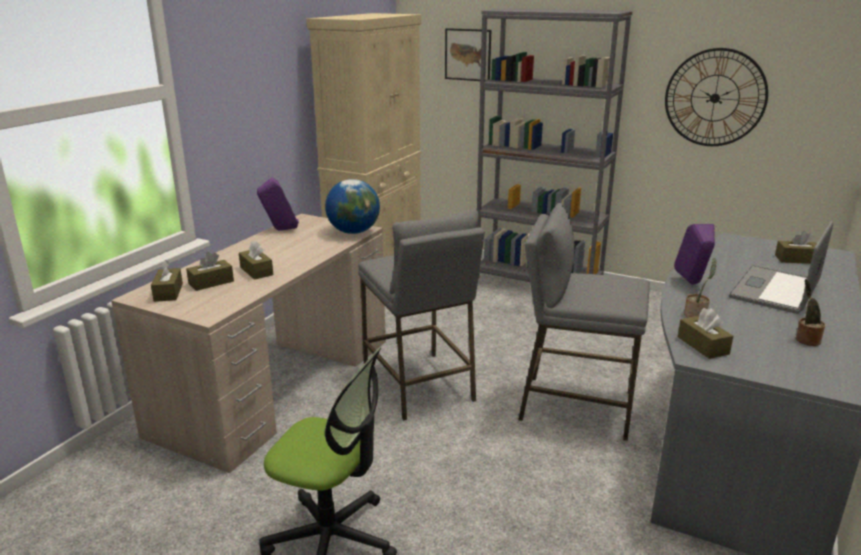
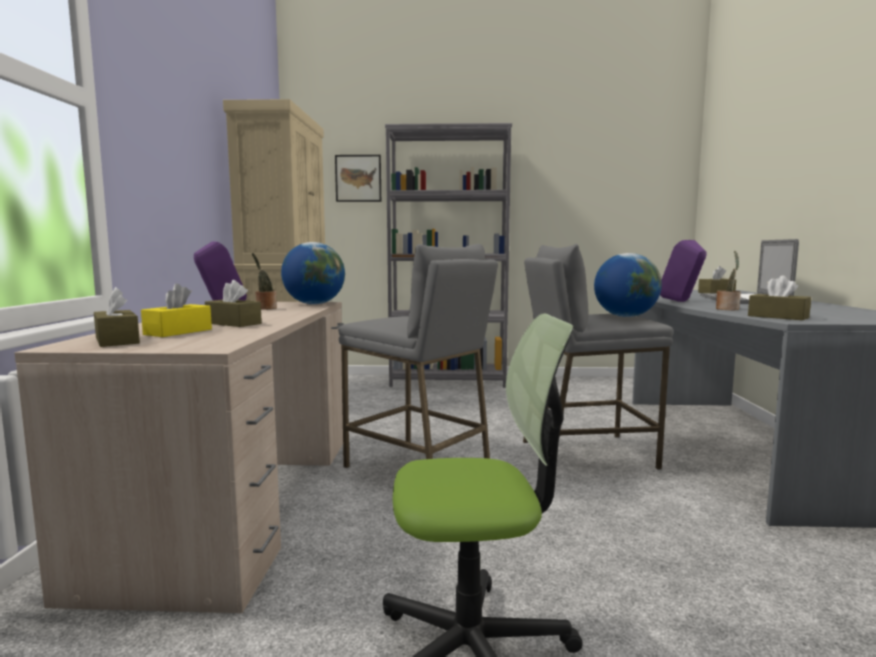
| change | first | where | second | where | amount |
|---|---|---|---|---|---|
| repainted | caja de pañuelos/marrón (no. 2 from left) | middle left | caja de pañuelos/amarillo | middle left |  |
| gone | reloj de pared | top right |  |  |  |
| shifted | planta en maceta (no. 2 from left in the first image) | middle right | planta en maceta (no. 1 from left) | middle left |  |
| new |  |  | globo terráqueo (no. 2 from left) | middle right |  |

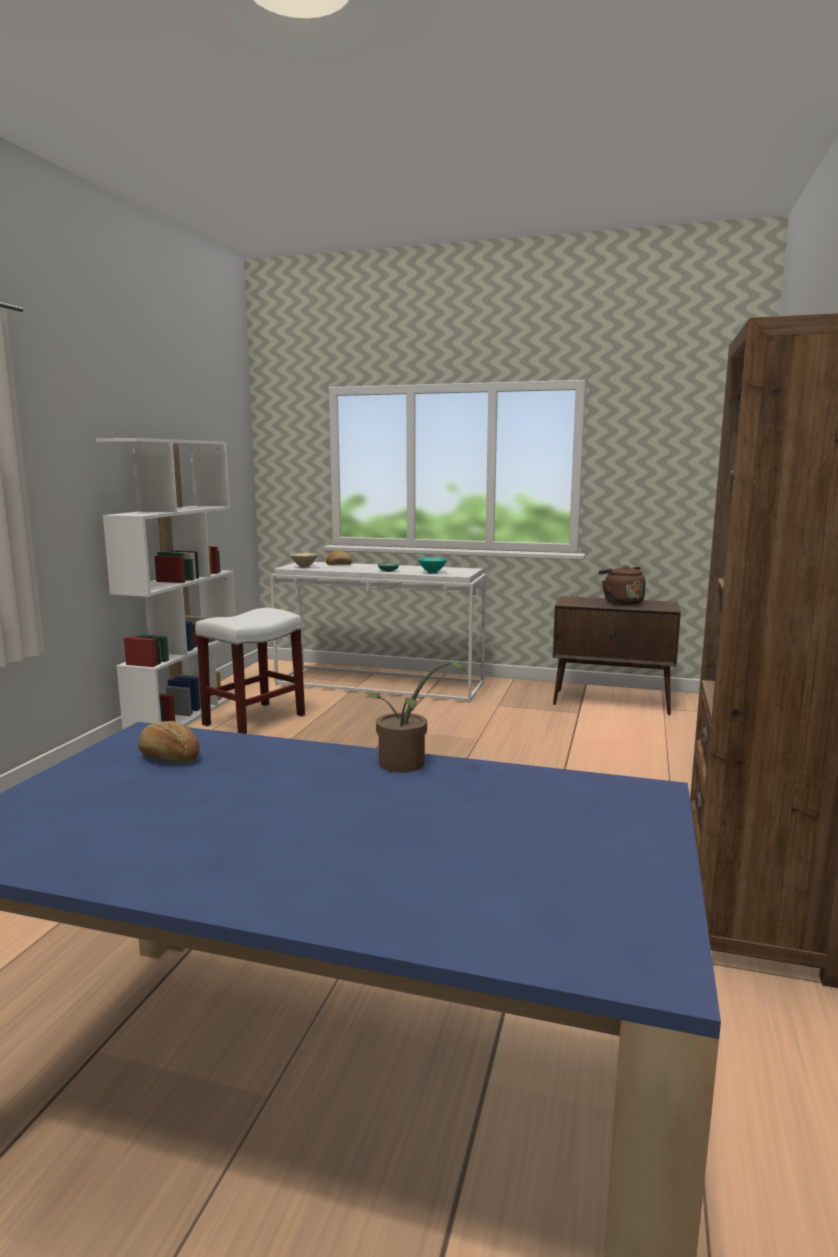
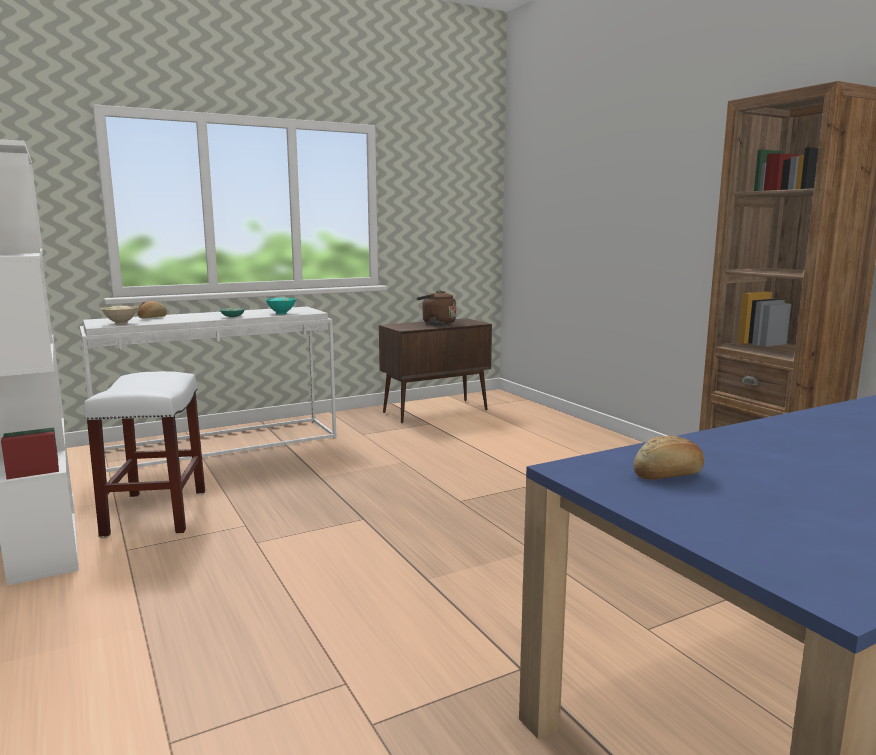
| change | first | where | second | where | amount |
|---|---|---|---|---|---|
| gone | planta en maceta | centre |  |  |  |

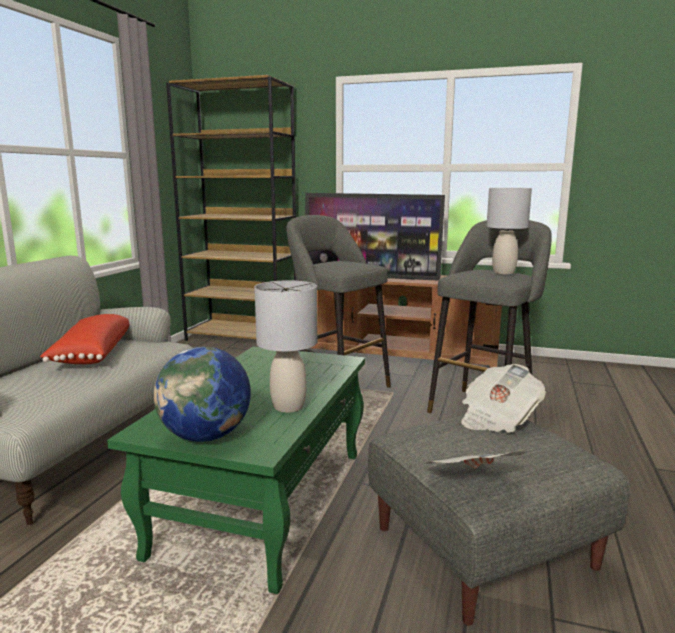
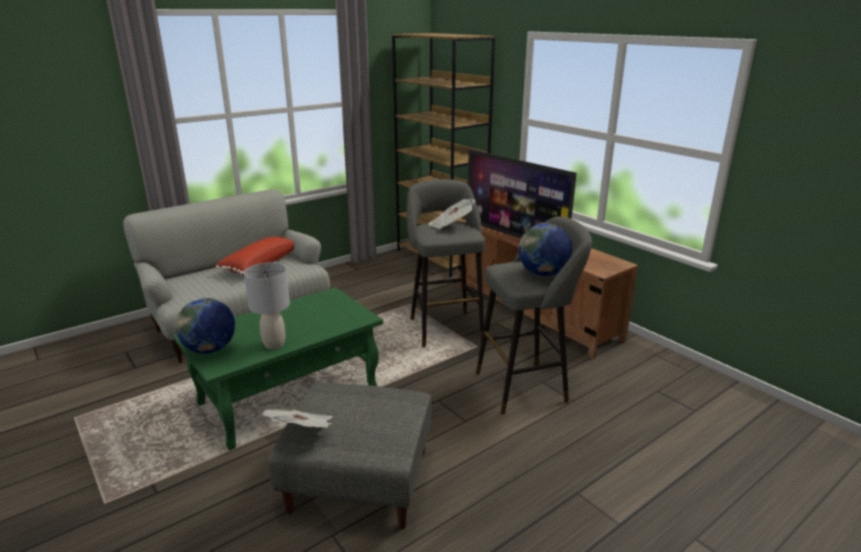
| change | first | where | second | where | amount |
|---|---|---|---|---|---|
| shifted | periódico (no. 2 from left) | middle right |  | centre |  |
| swapped | lámpara de mesa/gris (no. 2 from left) | middle right | globo terráqueo (no. 2 from left) | centre |  |

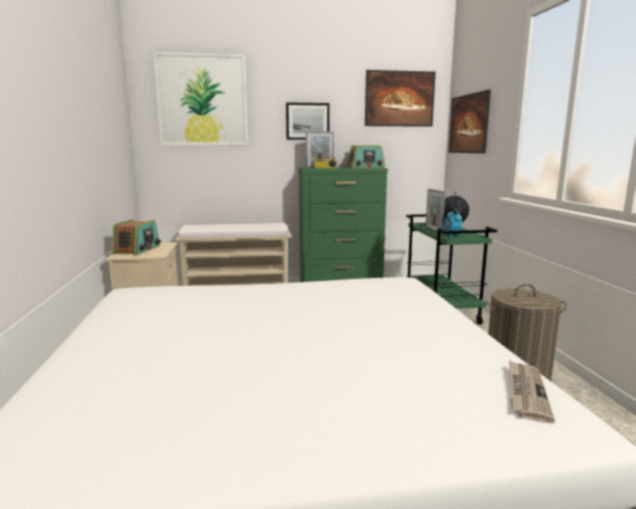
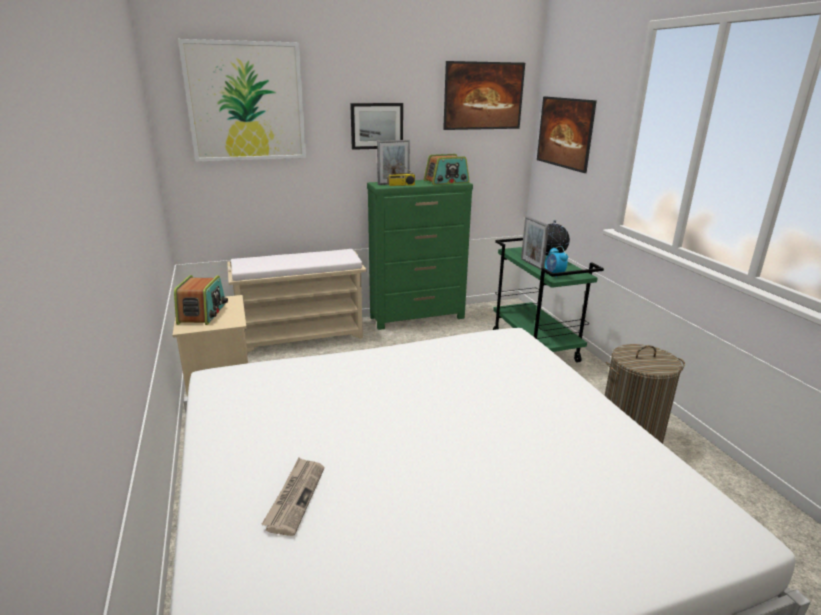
| change | first | where | second | where | amount |
|---|---|---|---|---|---|
| shifted | periódico | bottom right |  | bottom centre |  |

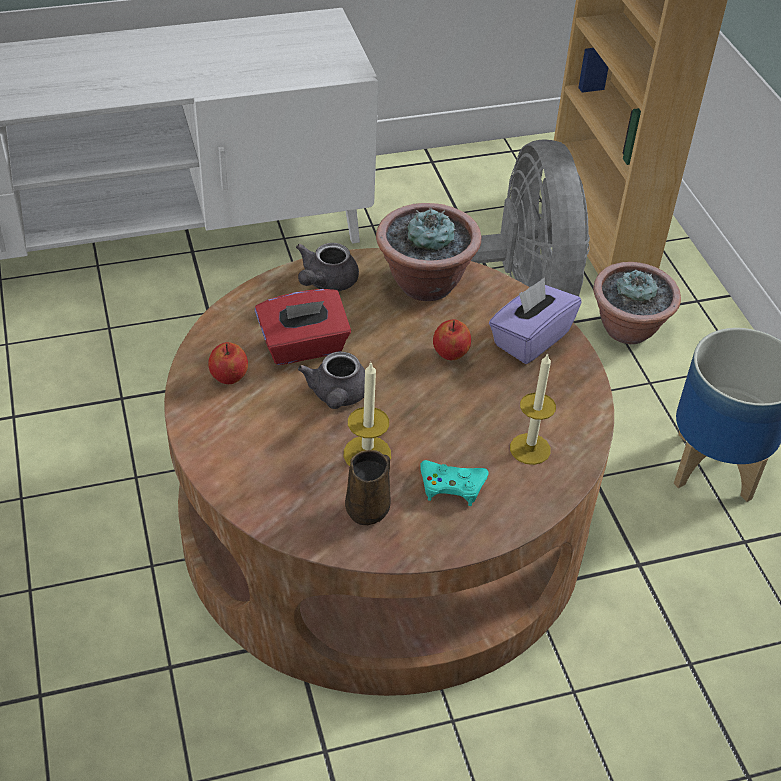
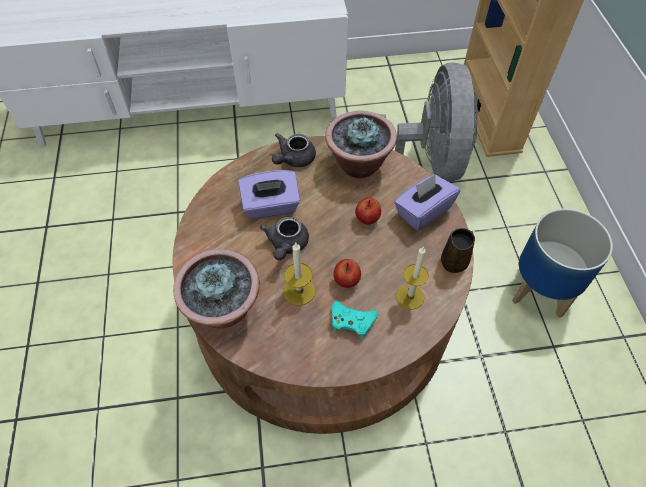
| change | first | where | second | where | amount |
|---|---|---|---|---|---|
| shifted | manzana (no. 1 from left) | middle left |  | centre |  |
| repainted | caja de pañuelos/rojo | centre | caja de pañuelos/morado (no. 1 from left) | centre |  |
| shifted | taza grande/marrón | centre |  | middle right |  |
| shifted | planta en maceta (no. 2 from left in the first image) | middle right | planta en maceta (no. 1 from left) | centre |  |

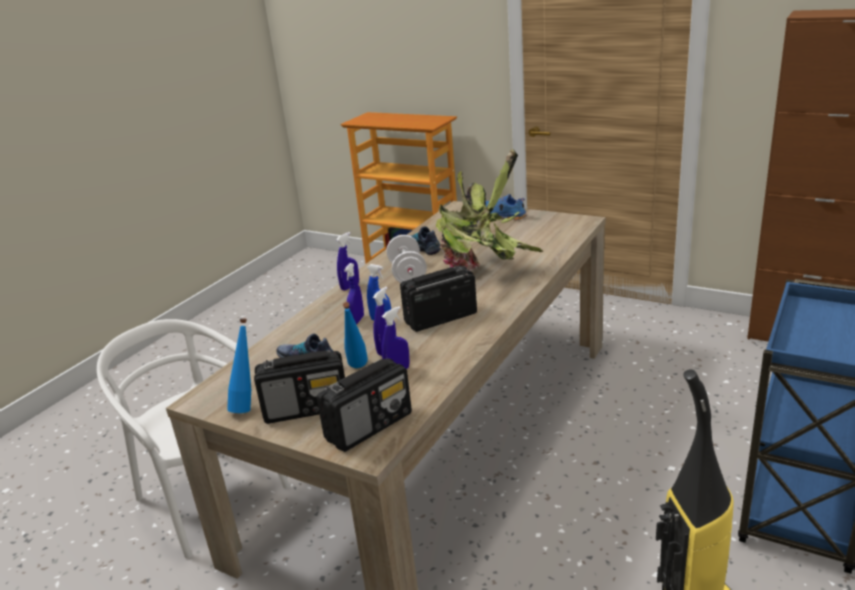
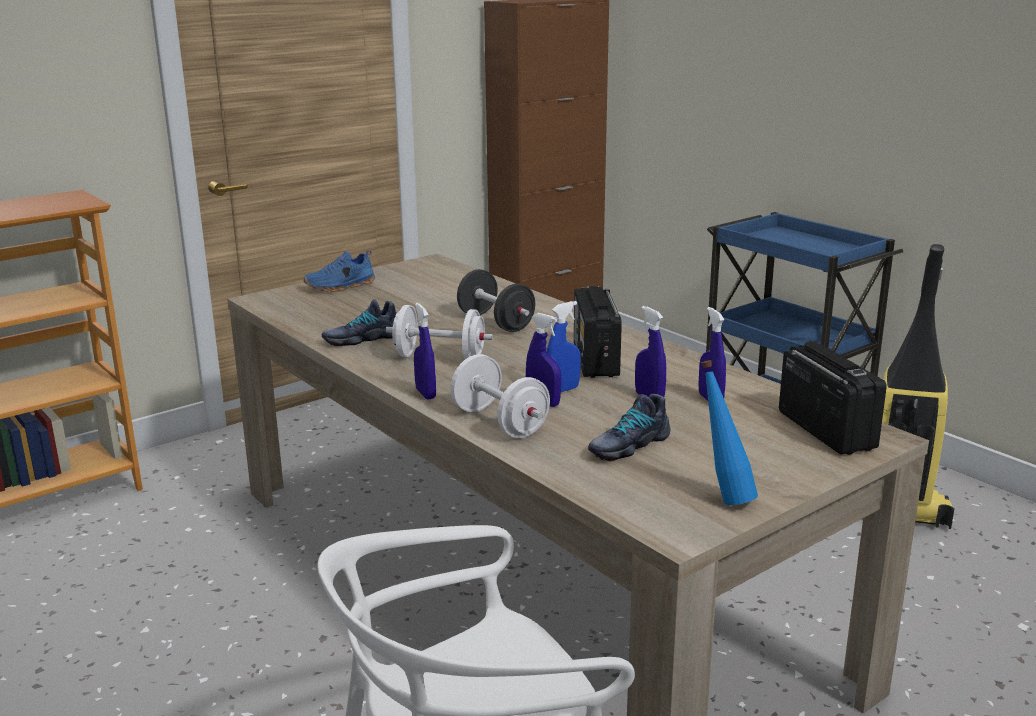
| change | first | where | second | where | amount |
|---|---|---|---|---|---|
| gone | radio (no. 1 from left) | centre |  |  |  |
| gone | botella/azul (no. 2 from left) | centre |  |  |  |
| swapped | planta en maceta | centre | mancuerna/negro | centre |  |
| new |  |  | mancuerna/blanco (no. 2 from left) | centre |  |

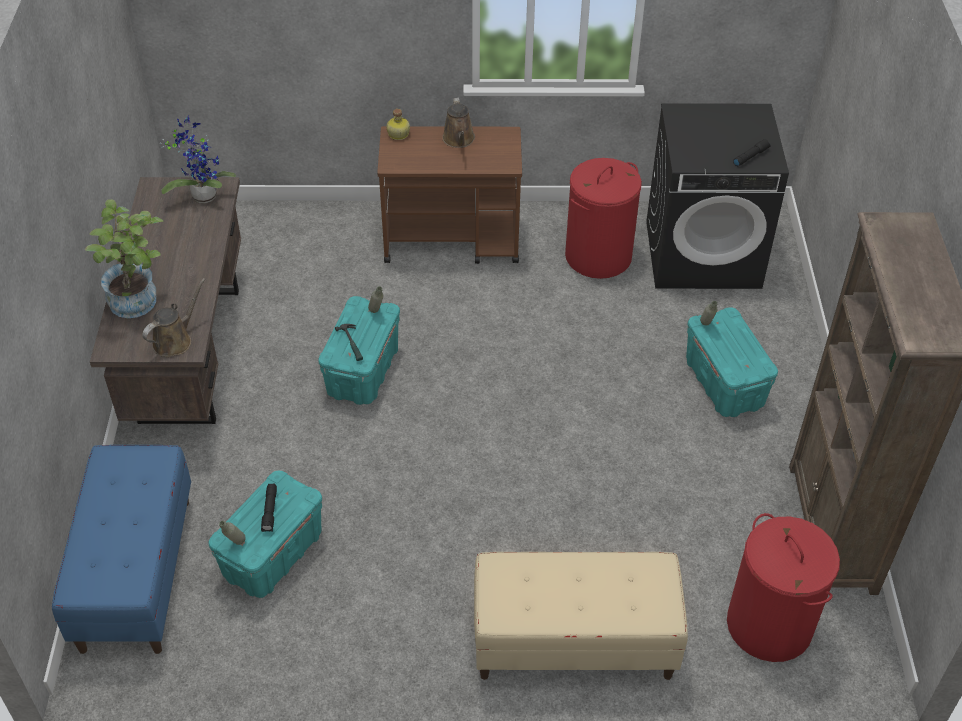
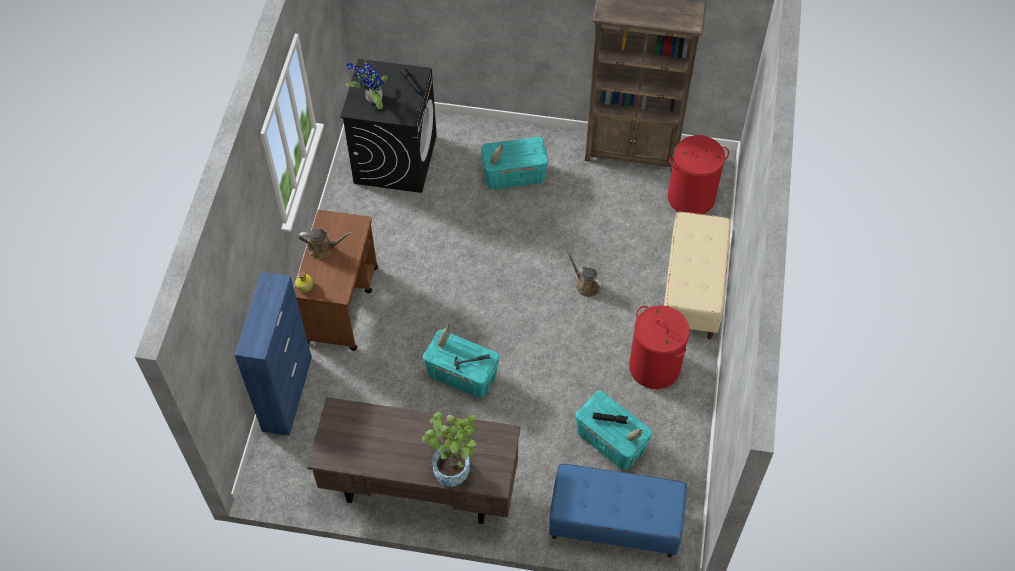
| change | first | where | second | where | amount |
|---|---|---|---|---|---|
| shifted | regadera/marrón (no. 1 from left in the first image) | middle left | regadera/marrón (no. 2 from left) | centre |  |
| shifted | planta en maceta (no. 2 from left in the first image) | top left | planta en maceta (no. 1 from left) | top centre |  |
| shifted | cesto de la ropa/rojo (no. 1 from left) | top centre |  | centre |  |
| new |  |  | armario/azul | middle left |  |

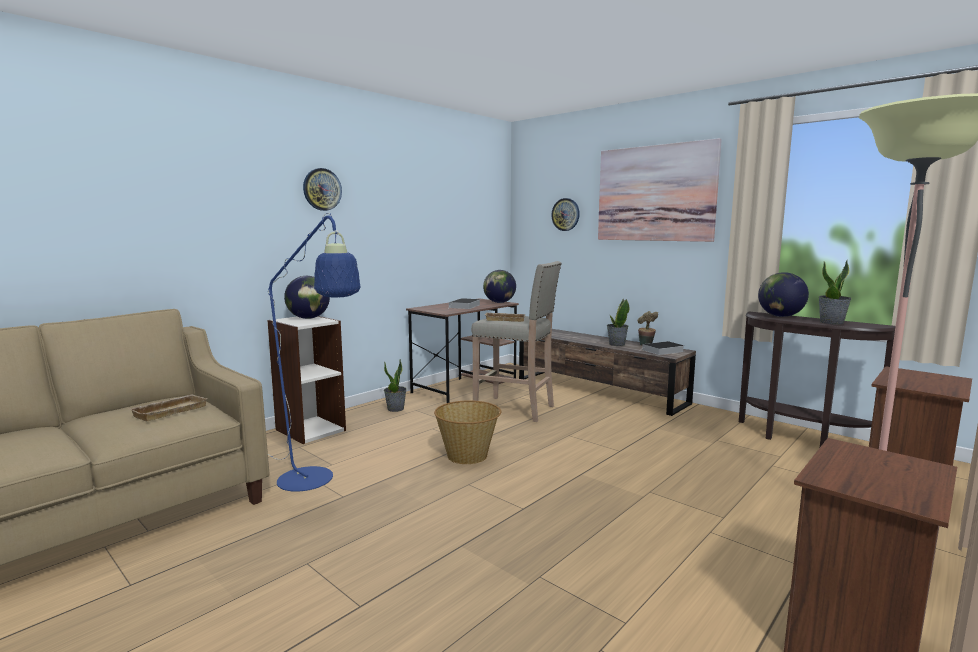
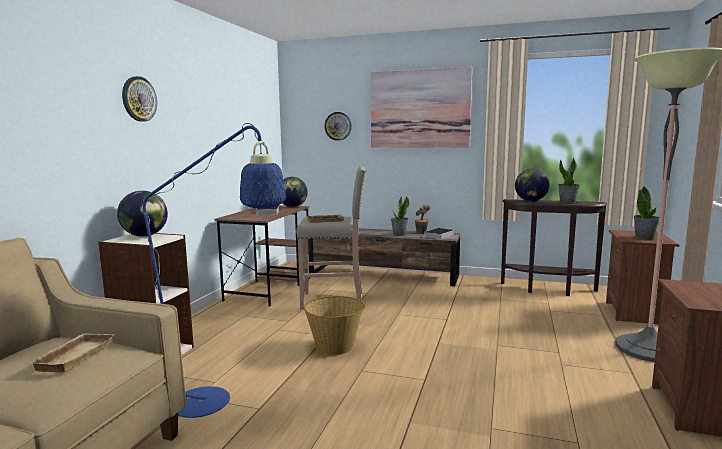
| change | first | where | second | where | amount |
|---|---|---|---|---|---|
| shifted | planta en maceta (no. 1 from left in the first image) | centre | planta en maceta (no. 4 from left) | middle right |  |

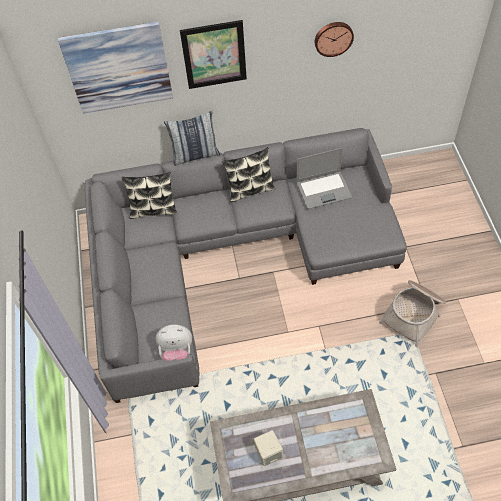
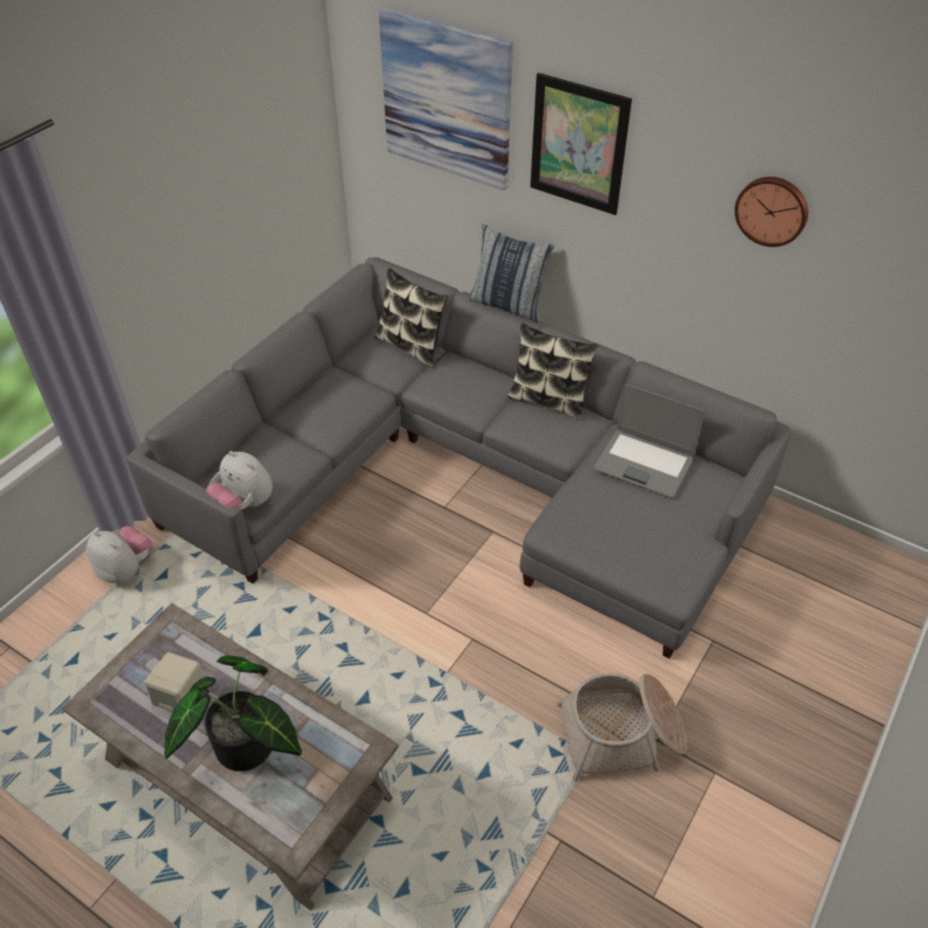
| change | first | where | second | where | amount |
|---|---|---|---|---|---|
| new |  |  | peluche (no. 1 from left) | middle left |  |
| new |  |  | planta en maceta | bottom left |  |

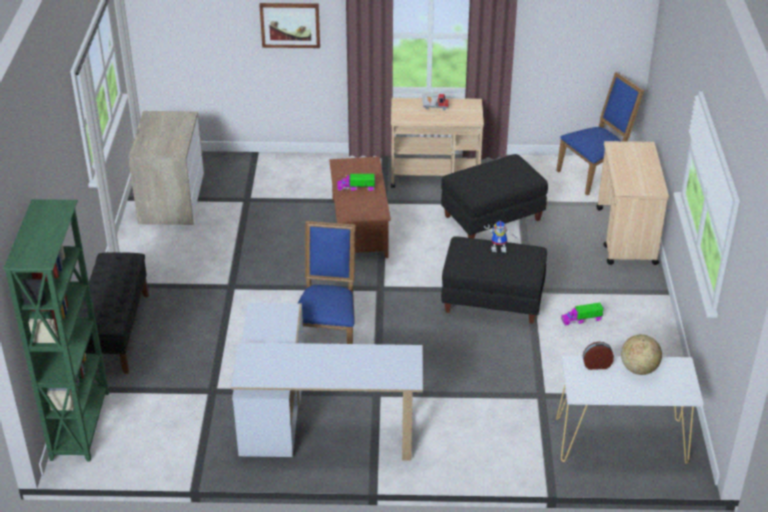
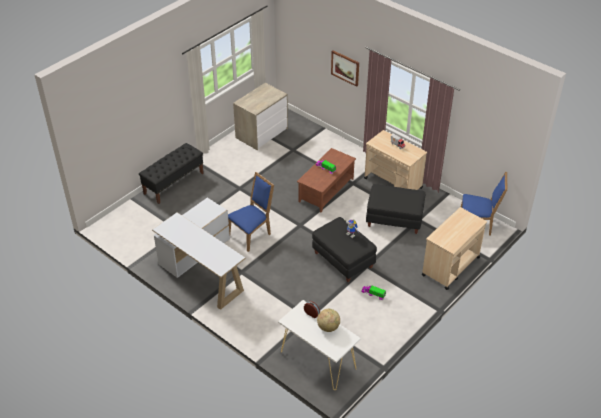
| change | first | where | second | where | amount |
|---|---|---|---|---|---|
| gone | estantería/verde | middle left |  |  |  |

